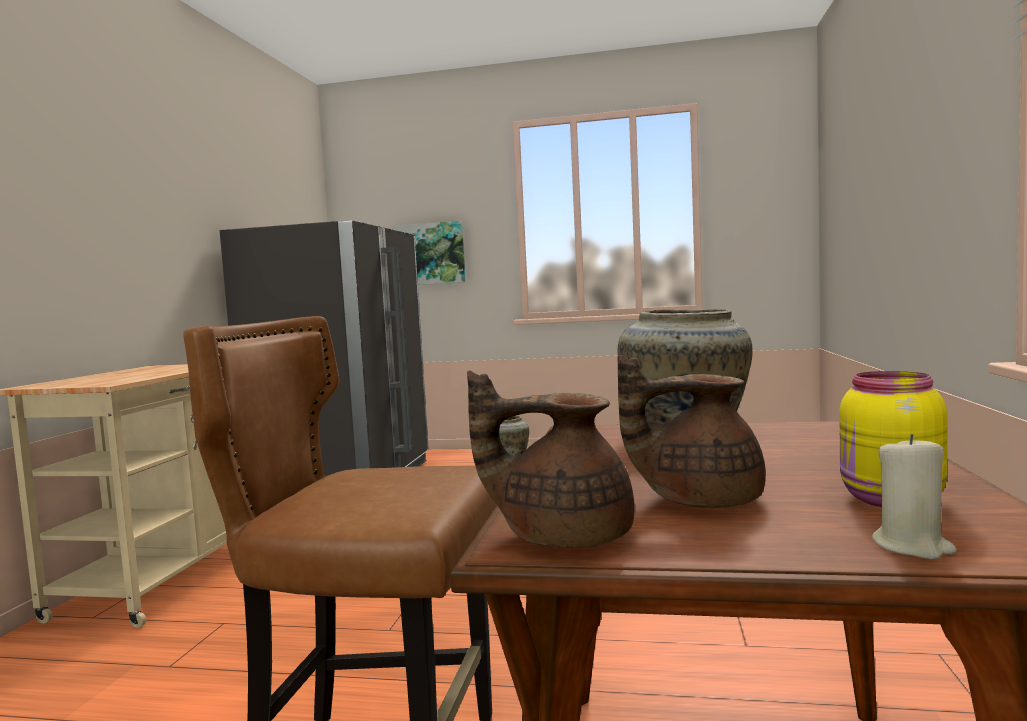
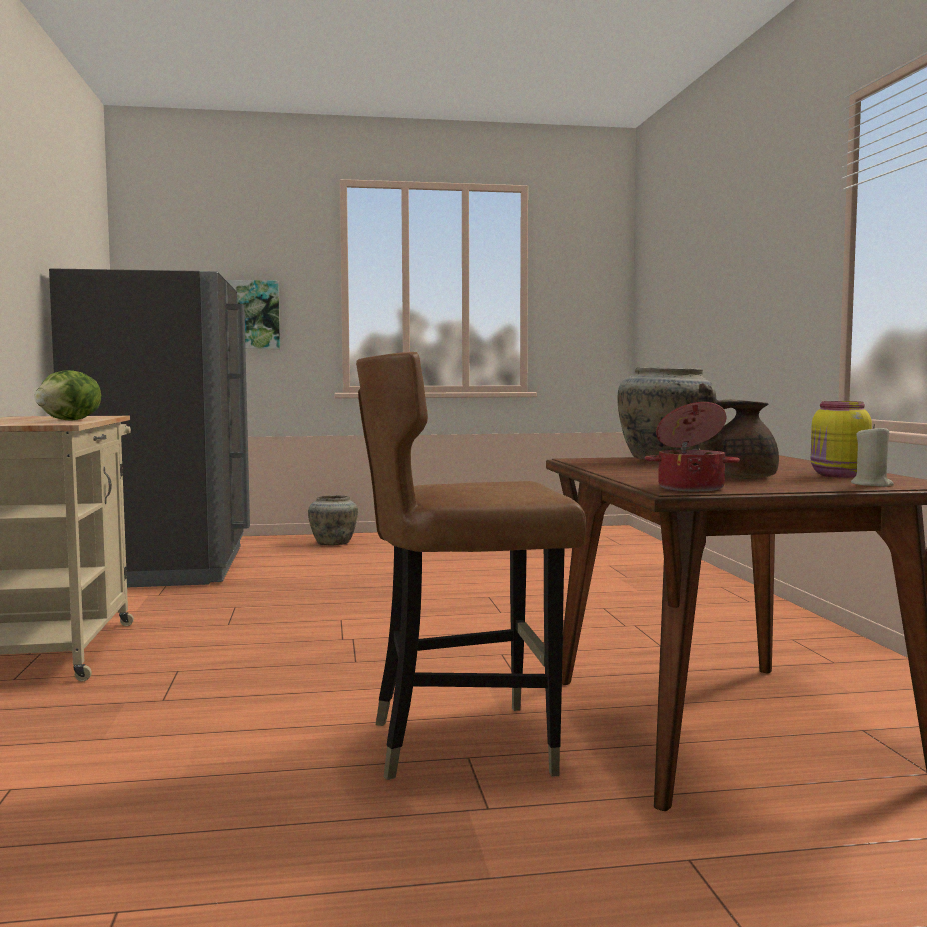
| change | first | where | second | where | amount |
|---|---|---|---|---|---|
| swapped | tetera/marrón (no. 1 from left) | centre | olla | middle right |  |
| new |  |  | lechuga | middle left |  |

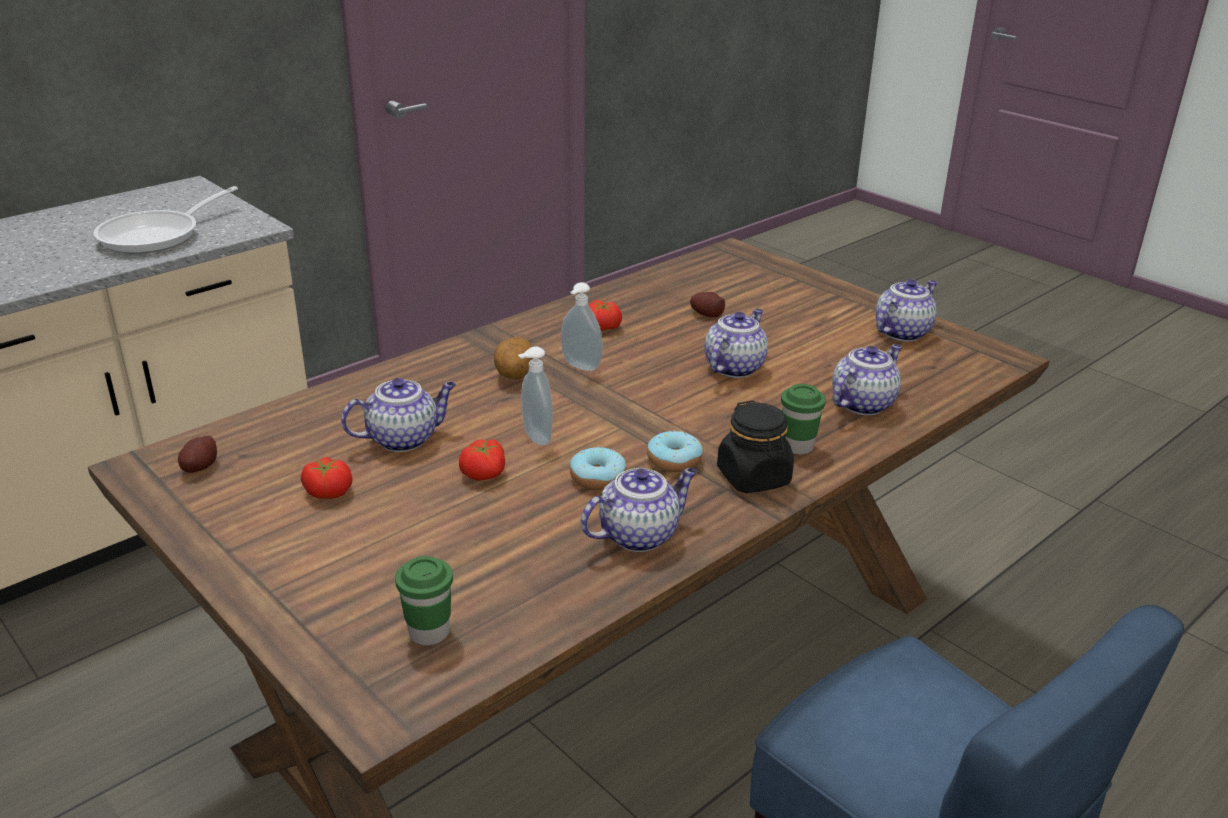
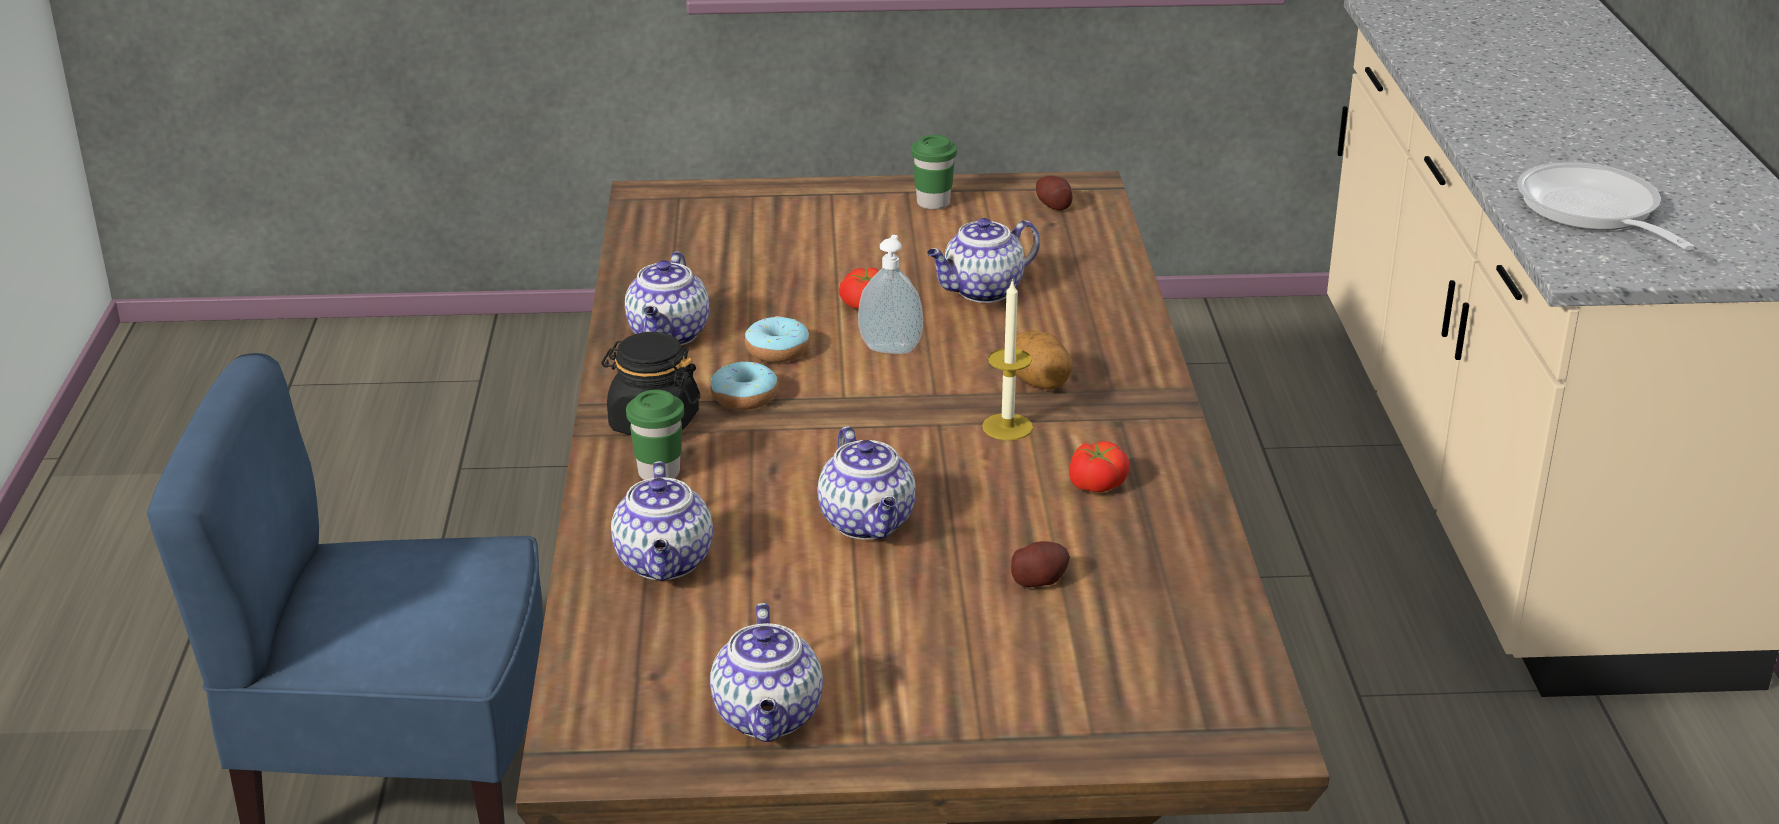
| change | first | where | second | where | amount |
|---|---|---|---|---|---|
| gone | tomate (no. 1 from left) | middle left |  |  |  |
| rotated | tetera (no. 1 from left in the first image) | middle left | tetera (no. 5 from left) | top centre | 45 degrees clockwise |
| shifted | taza/verde (no. 1 from left in the first image) | bottom centre | taza/verde (no. 2 from left) | top centre |  |
| swapped | dispensador de jabón (no. 2 from left) | centre | vela | centre |  |

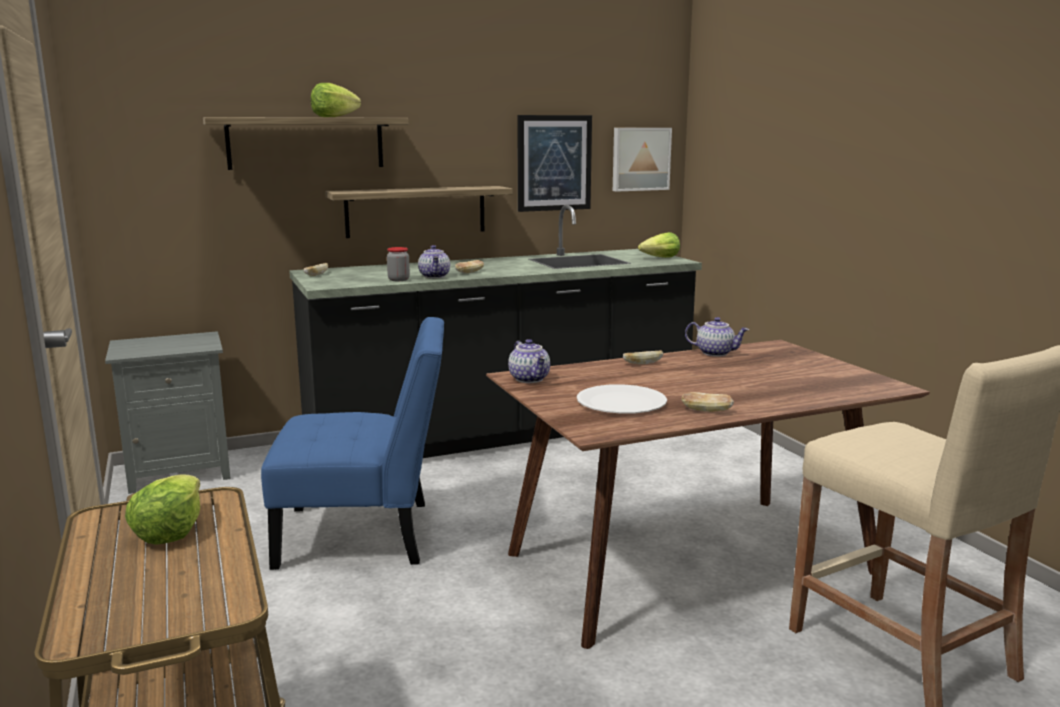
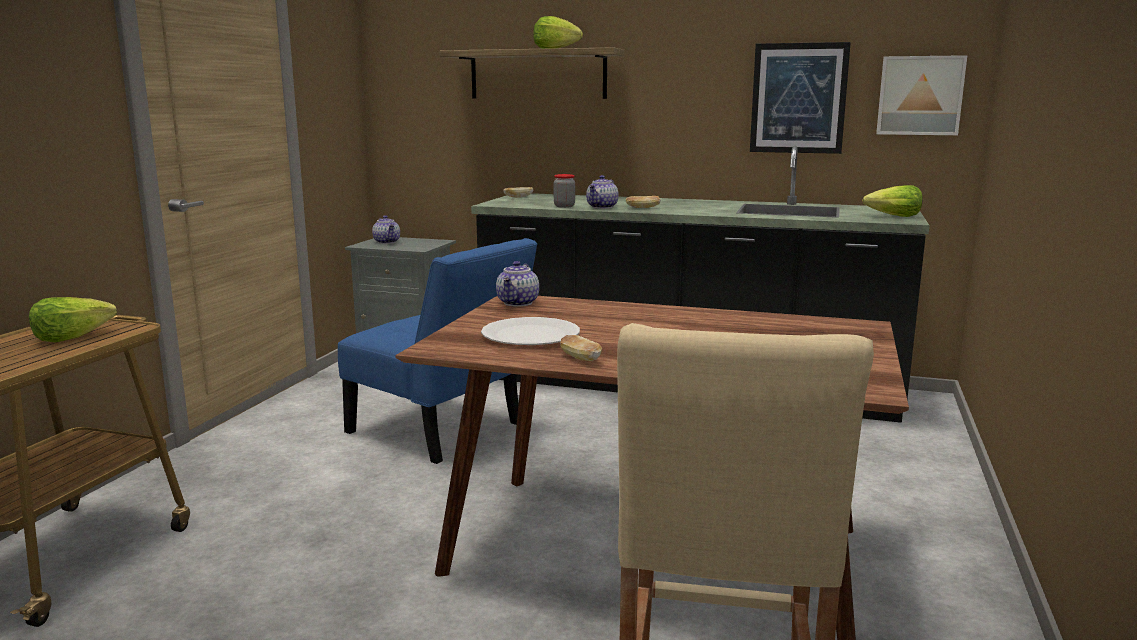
| change | first | where | second | where | amount |
|---|---|---|---|---|---|
| gone | estante (no. 2 from left) | top centre |  |  |  |
| gone | pan (no. 3 from left) | centre |  |  |  |
| shifted | tetera (no. 3 from left in the first image) | middle right | tetera (no. 1 from left) | centre |  |

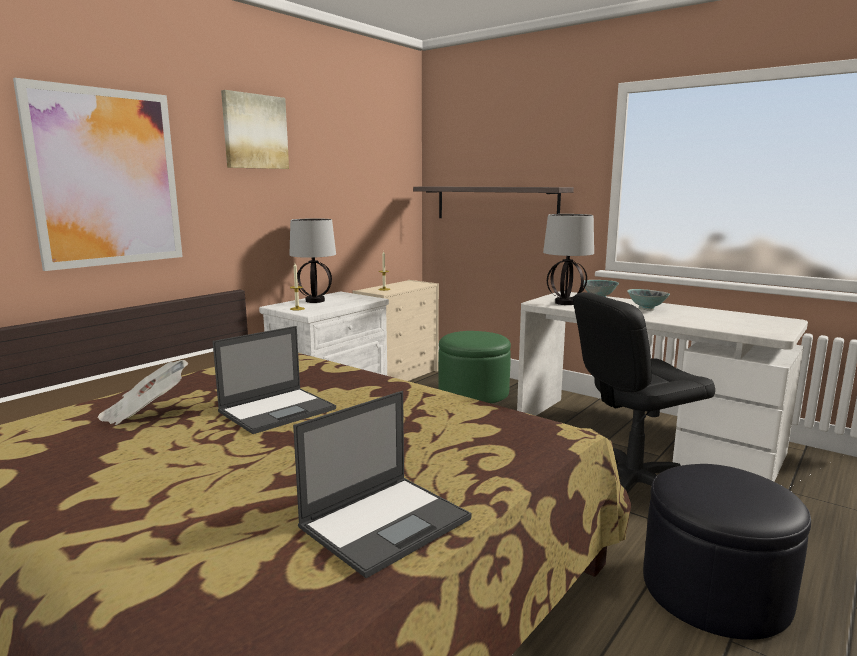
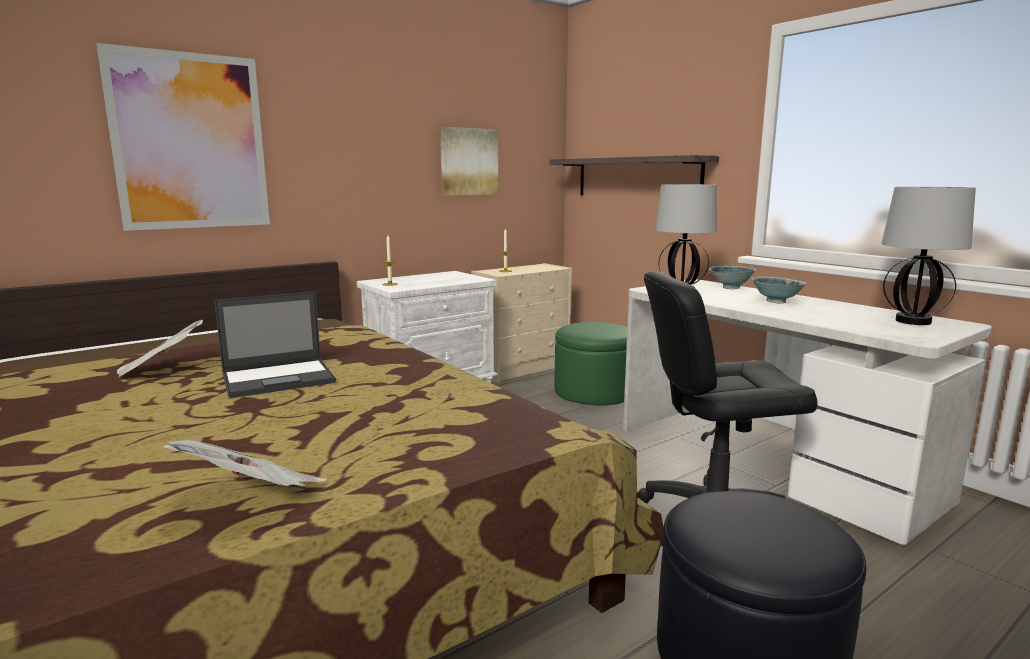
| change | first | where | second | where | amount |
|---|---|---|---|---|---|
| shifted | cuadro (no. 2 from left) | top left |  | top centre |  |
| shifted | lámpara de mesa (no. 1 from left in the first image) | centre | lámpara de mesa (no. 2 from left) | middle right |  |
| swapped | portátil (no. 2 from left) | bottom centre | periódico (no. 2 from left) | bottom left |  |

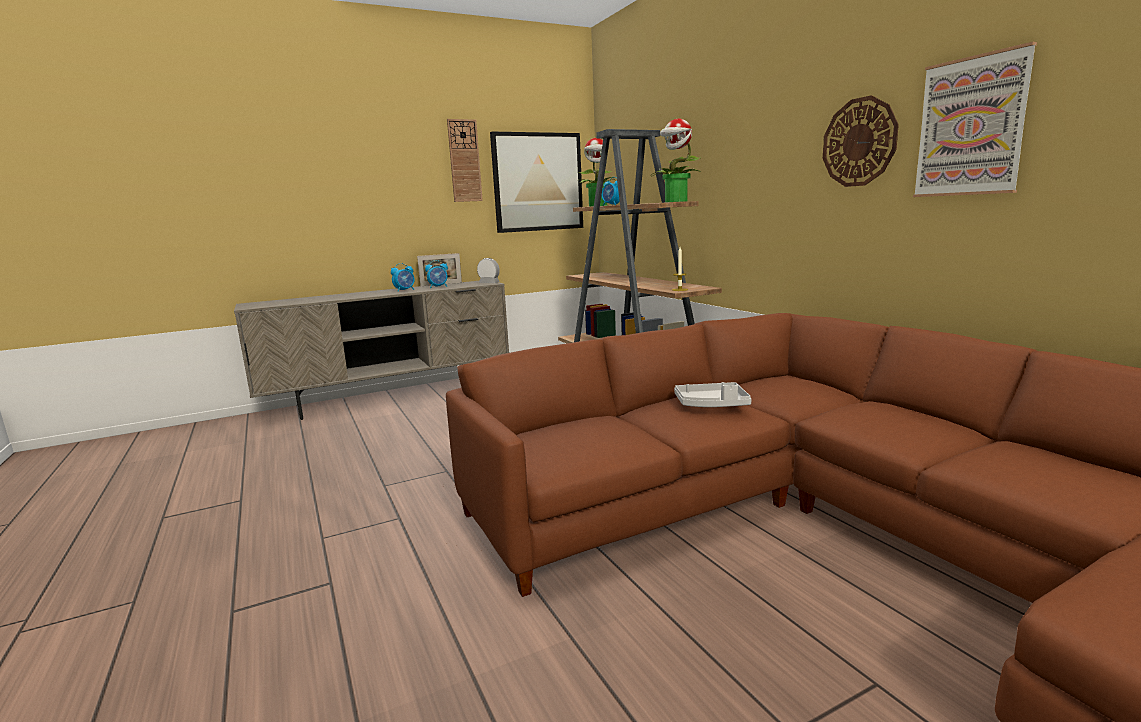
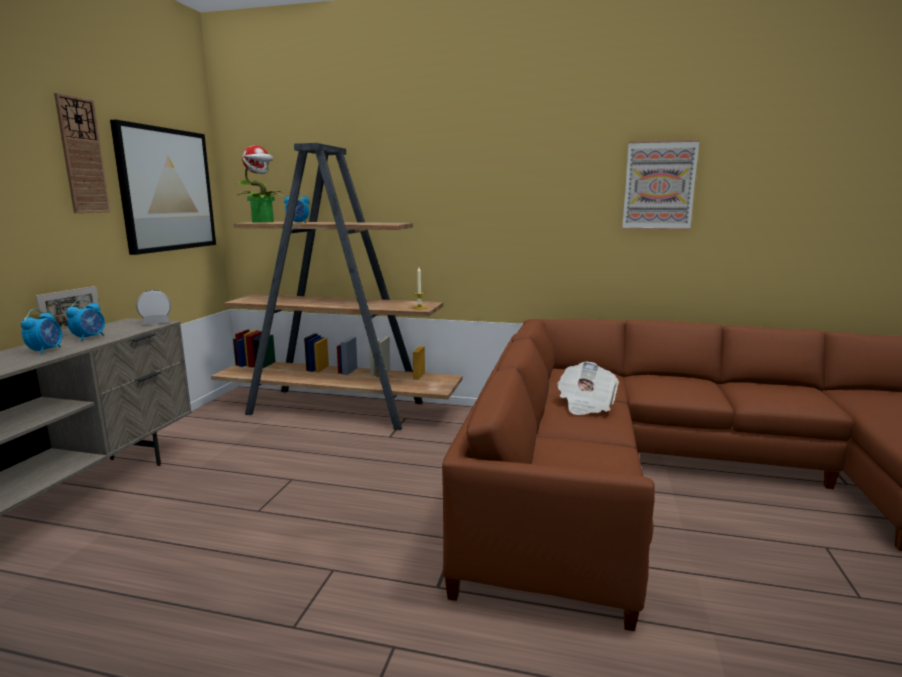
| change | first | where | second | where | amount |
|---|---|---|---|---|---|
| gone | planta en maceta (no. 2 from left) | top centre |  |  |  |
| swapped | bandeja/gris | centre | periódico | centre |  |
| gone | reloj de pared (no. 2 from left) | top right |  |  |  |

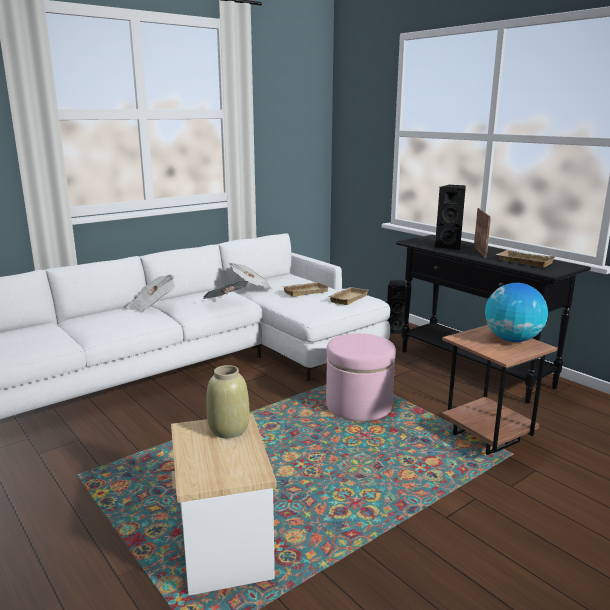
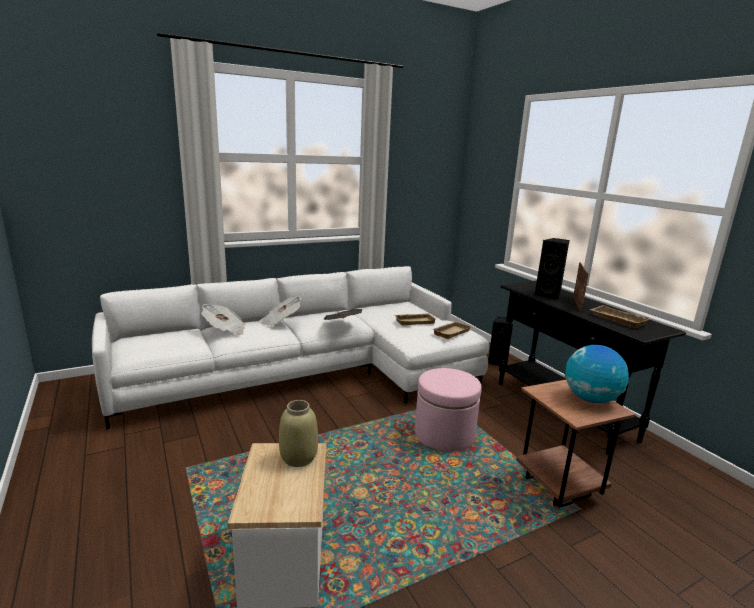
| change | first | where | second | where | amount |
|---|---|---|---|---|---|
| shifted | periódico (no. 3 from left in the first image) | centre | periódico (no. 1 from left) | middle left |  |

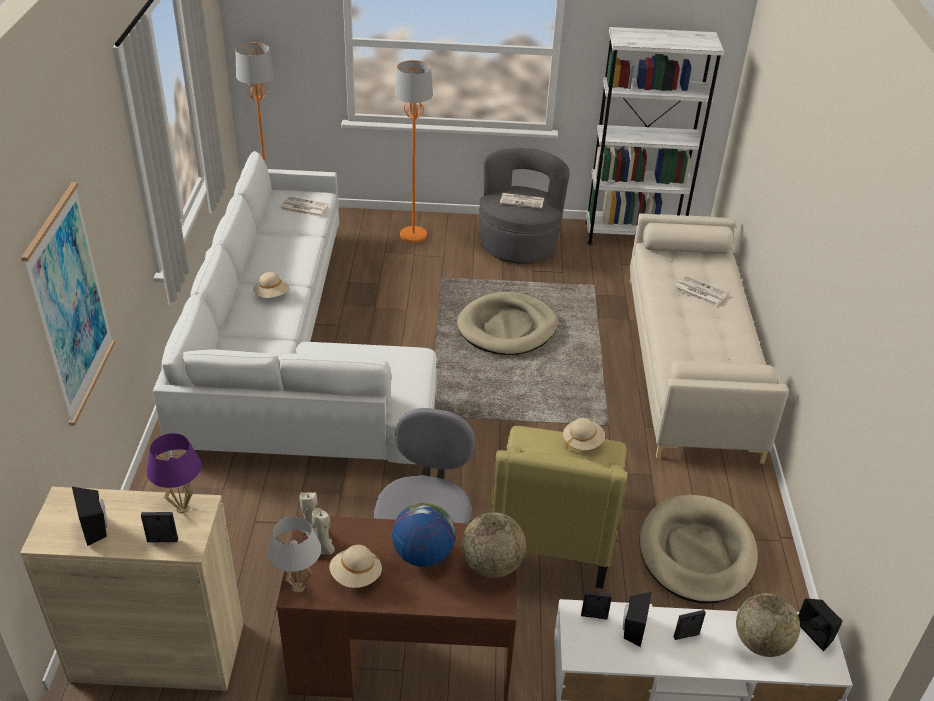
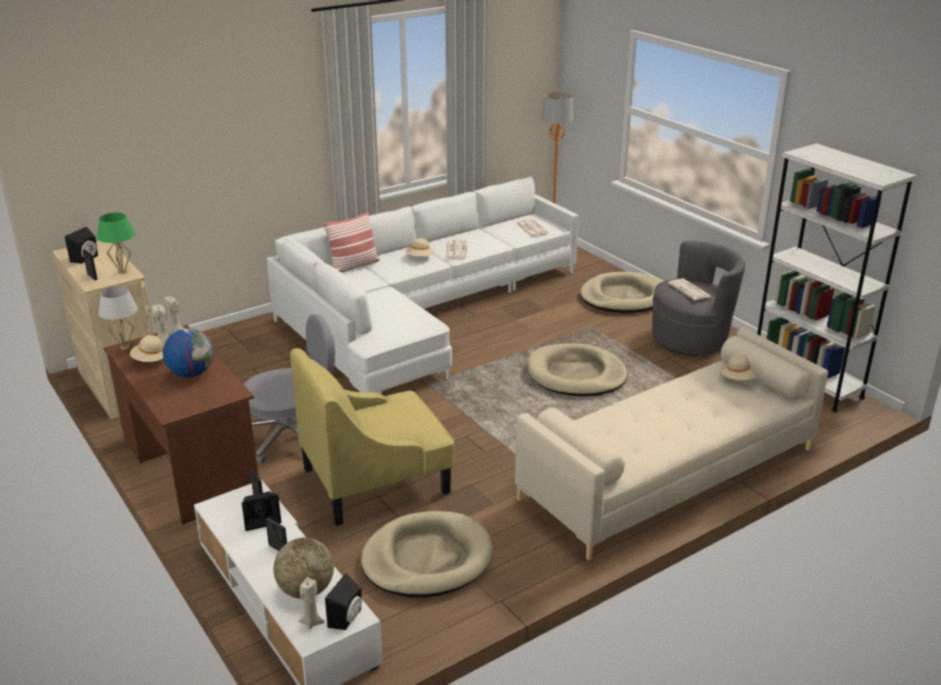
| change | first | where | second | where | amount |
|---|---|---|---|---|---|
| gone | cuadro | middle left |  |  |  |
| repainted | lámpara de mesa/morado | bottom left | lámpara de mesa/verde | middle left |  |
| swapped | lámpara de pie/naranja (no. 2 from left) | top centre | cama para perro/beis (no. 3 from left) | centre |  |
| gone | globo terráqueo (no. 2 from left) | bottom centre |  |  |  |
| shifted | sombrero/beis (no. 3 from left) | centre |  | middle right |  |
| shifted | periódico (no. 3 from left in the first image) | middle right | periódico (no. 1 from left) | centre |  |
| new |  |  | vela/beis (no. 3 from left) | bottom left |  |
| new |  |  | cojín | centre |  |

